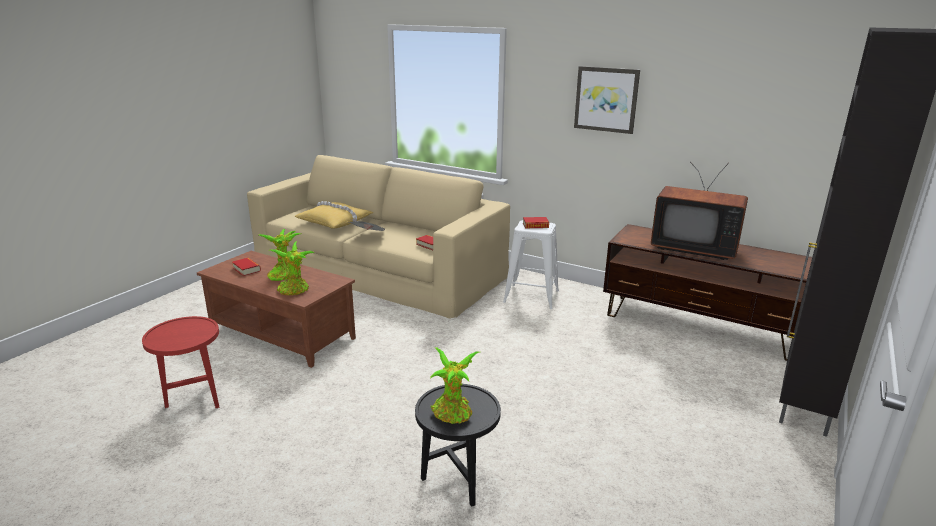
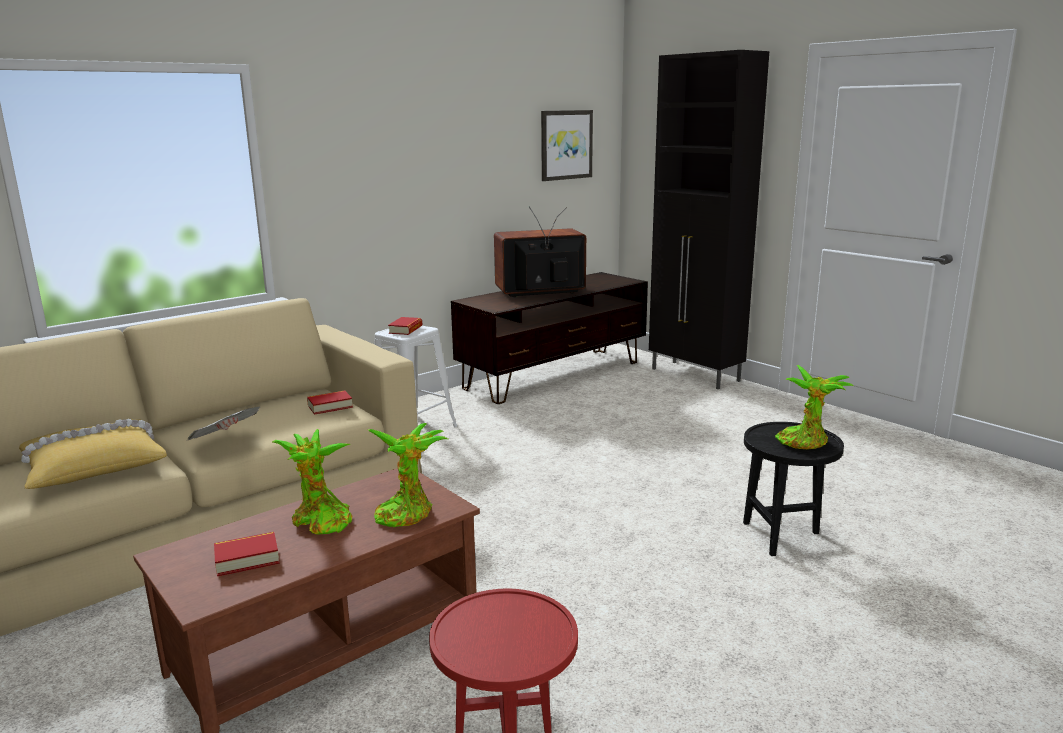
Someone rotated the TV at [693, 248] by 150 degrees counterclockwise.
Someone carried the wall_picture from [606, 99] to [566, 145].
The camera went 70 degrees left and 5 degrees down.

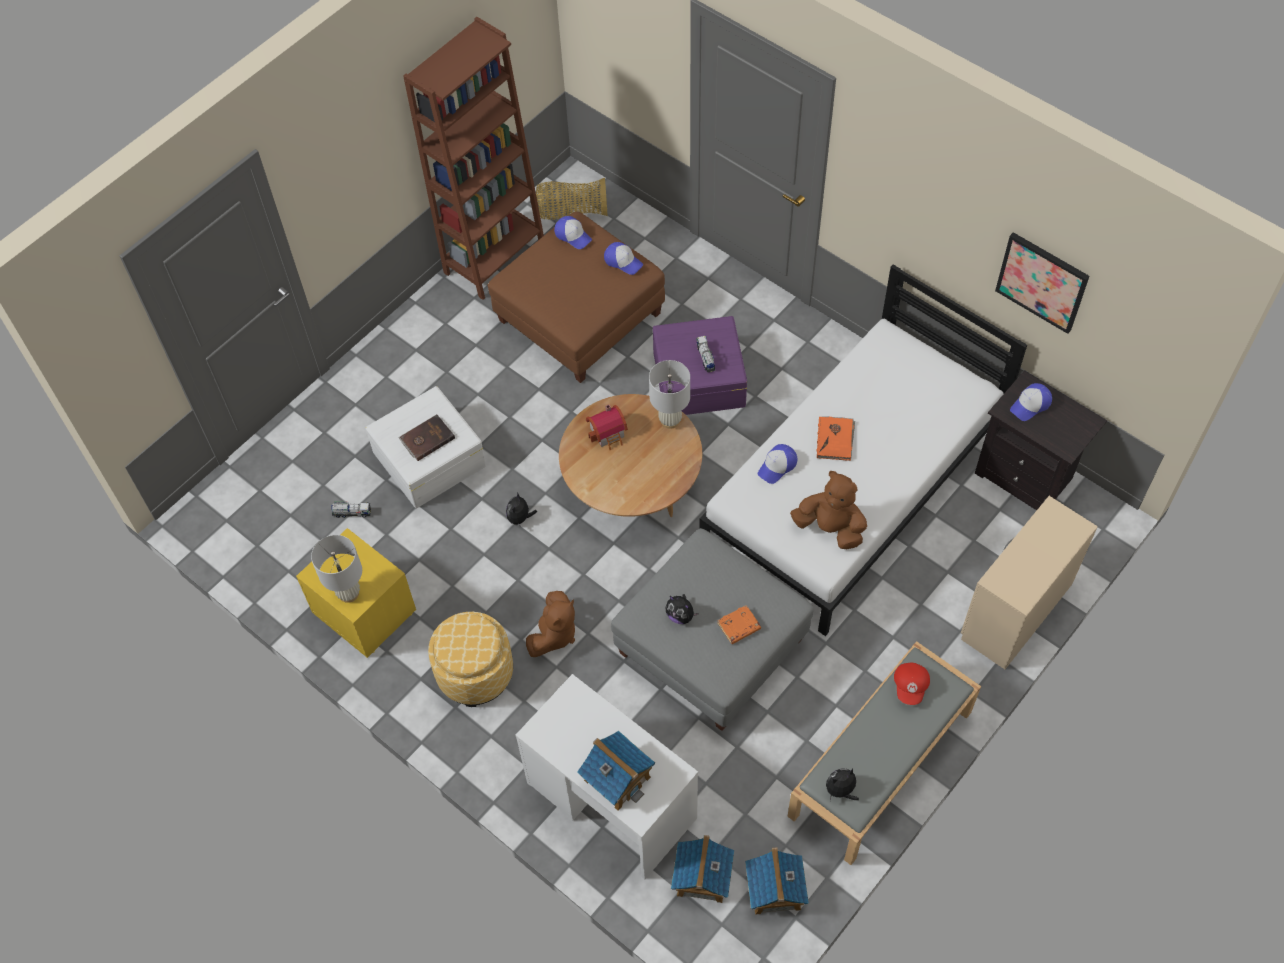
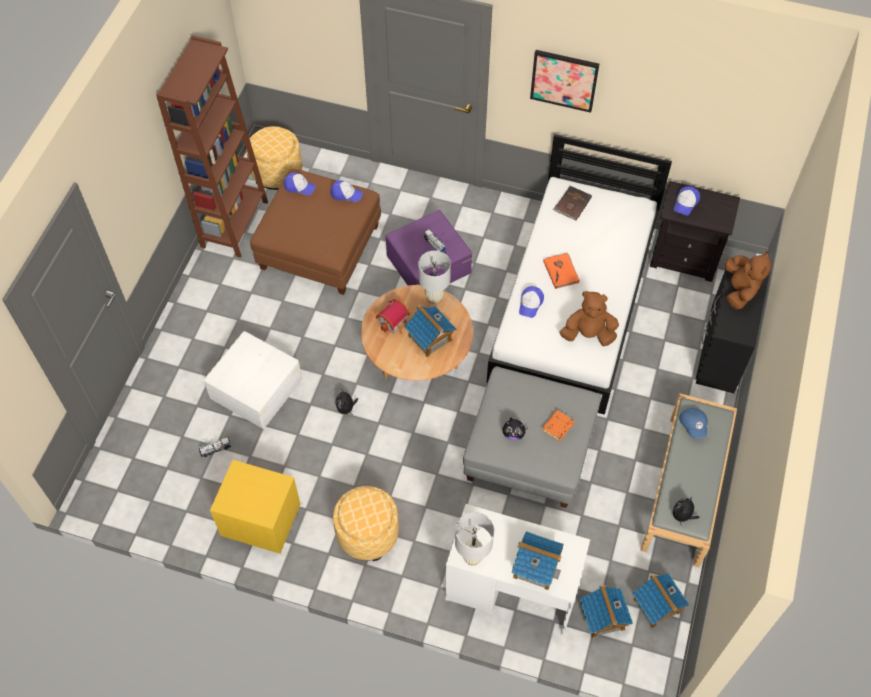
Someone swapped the basket at [572, 211] for the ottoman at [277, 172].
Someone put down the toy_house at [430, 338].
Someone carried the white_tabletop_lamp from [349, 593] to [472, 557].
Someone carried the wall_picture from [1042, 281] to [564, 80].
Someone carried the brown-coloured_book from [426, 438] to [572, 204].
Someone repainted the red_peaked_cap at [911, 686], which became the bluish_peaked_cap at [693, 425].
Someone repainted the beige-coloured_drawer_chest at [1014, 610], which became the black-coloured_drawer_chest at [721, 351].
Someone carried the brown-coloured_soft_toy from [554, 634] to [739, 290].
The camera went 25 degrees left and 0 degrees up.

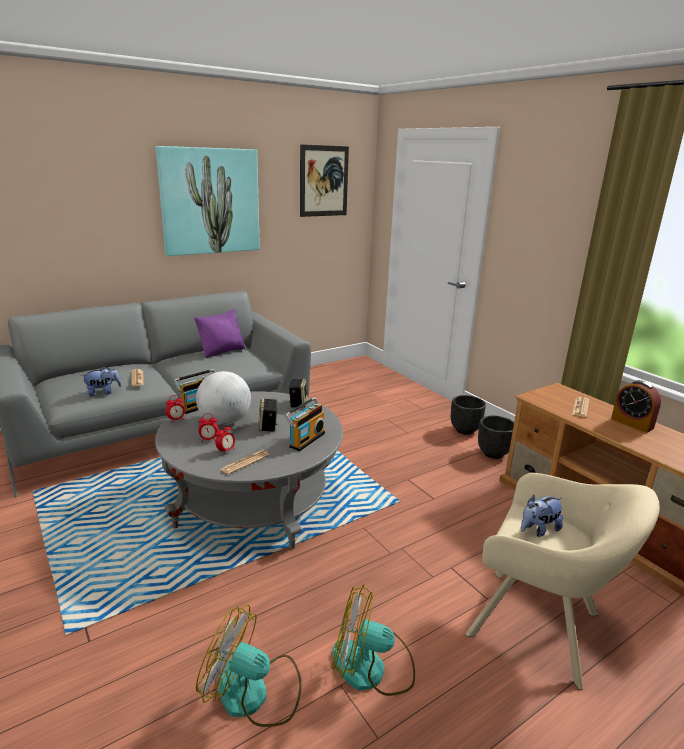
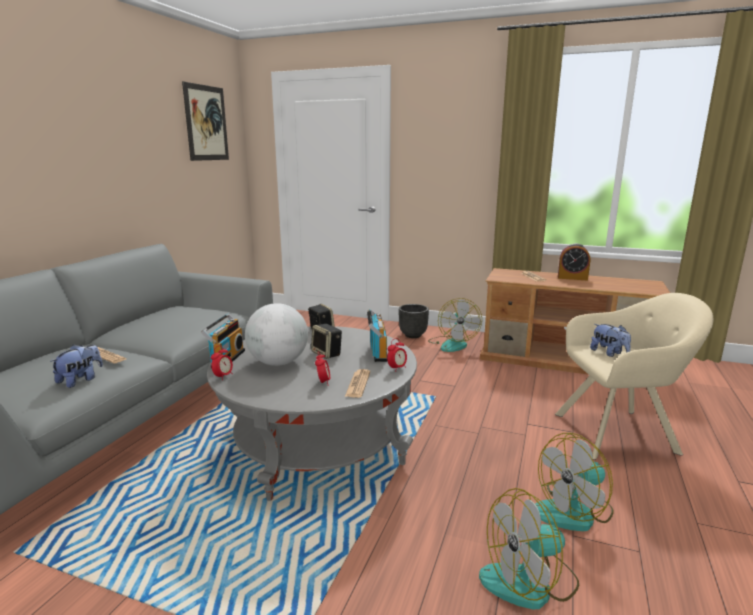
Someone carried the alarm_clock from [209, 440] to [397, 368].
Someone swapped the black-coloured_flower_pot at [493, 454] for the cooling_fan at [452, 344].
Someone rotated the soft_toy at [538, 529] by 60 degrees counterclockwise.
Someone took away the wall_picture at [210, 201].
Someone took away the purple_cushion at [222, 351].
The camera went 35 degrees left and 5 degrees down.

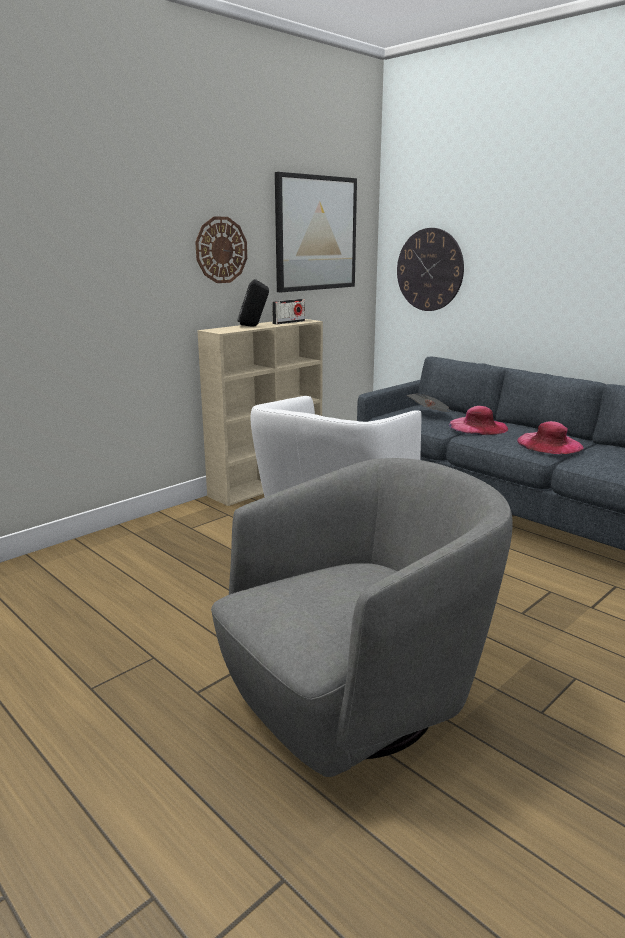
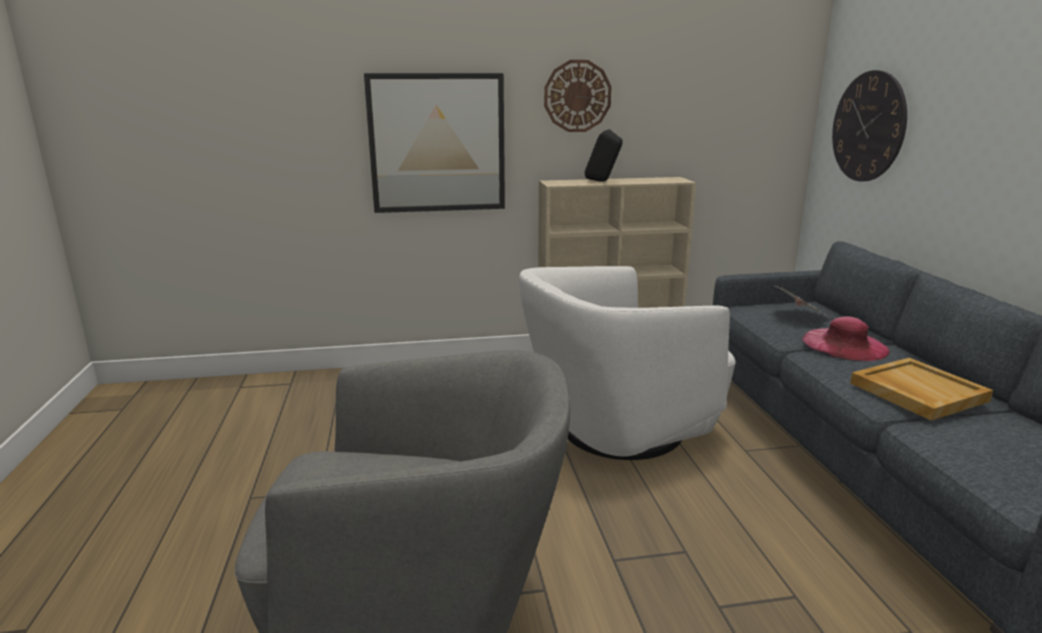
Someone carried the wall_picture from [315, 233] to [437, 143].
Someone swapped the pinkish_wearable_hat at [549, 444] for the beige-coloured_serving_tray at [916, 392].
Someone took away the radio_receiver at [288, 322].
The camera went 35 degrees right and 0 degrees up.

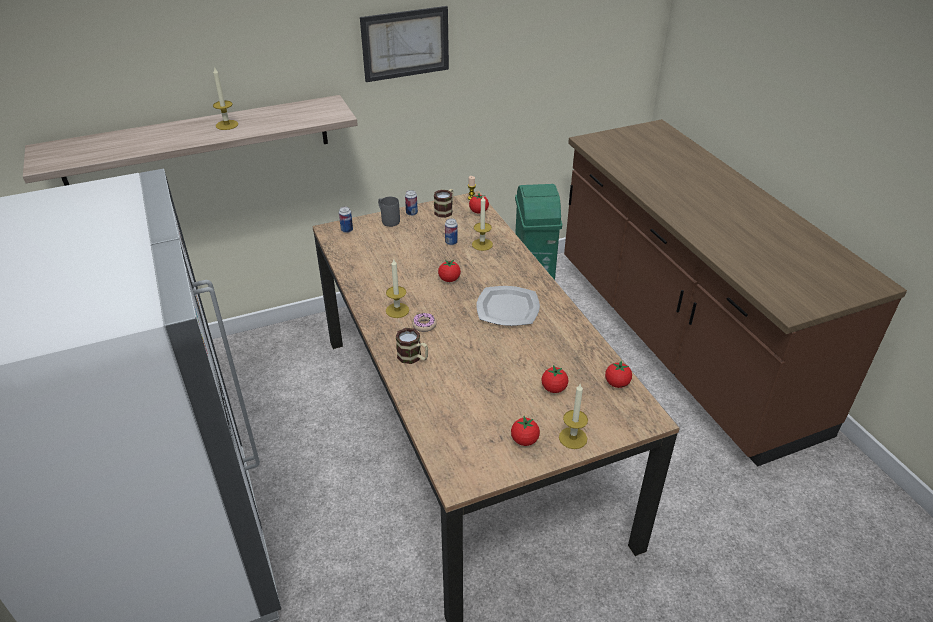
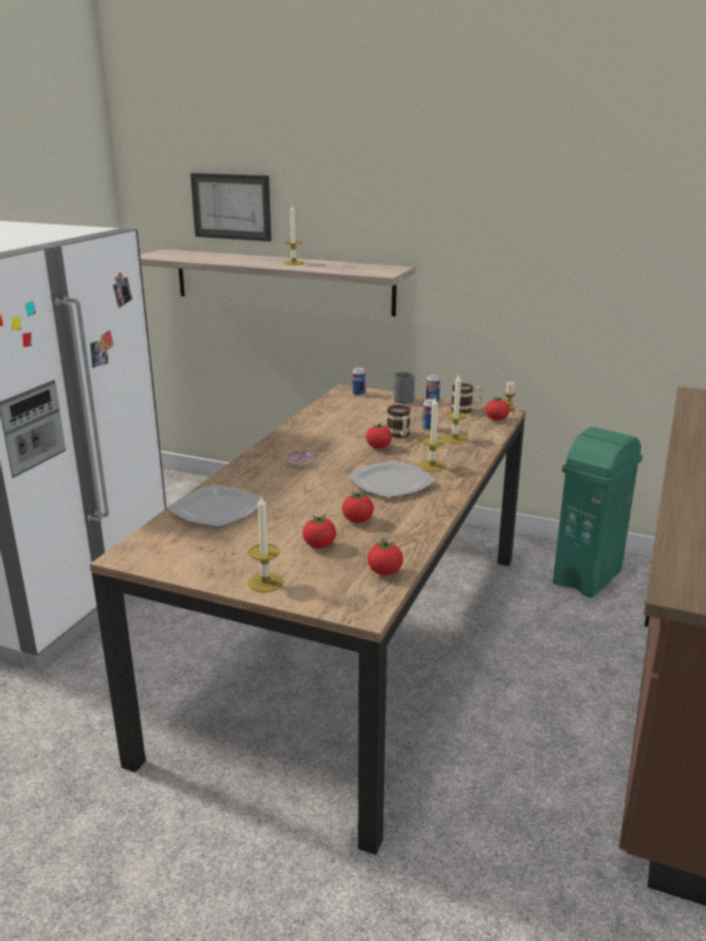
Someone put down the flat_dish at [217, 510].
Someone carried the wall_picture from [405, 43] to [231, 206].
Someone carried the tomato from [524, 440] to [357, 520].
Someone carried the tea_mug from [413, 358] to [399, 435].
Someone carried the wax_light from [397, 310] to [432, 466].
The camera went 45 degrees right and 15 degrees down.

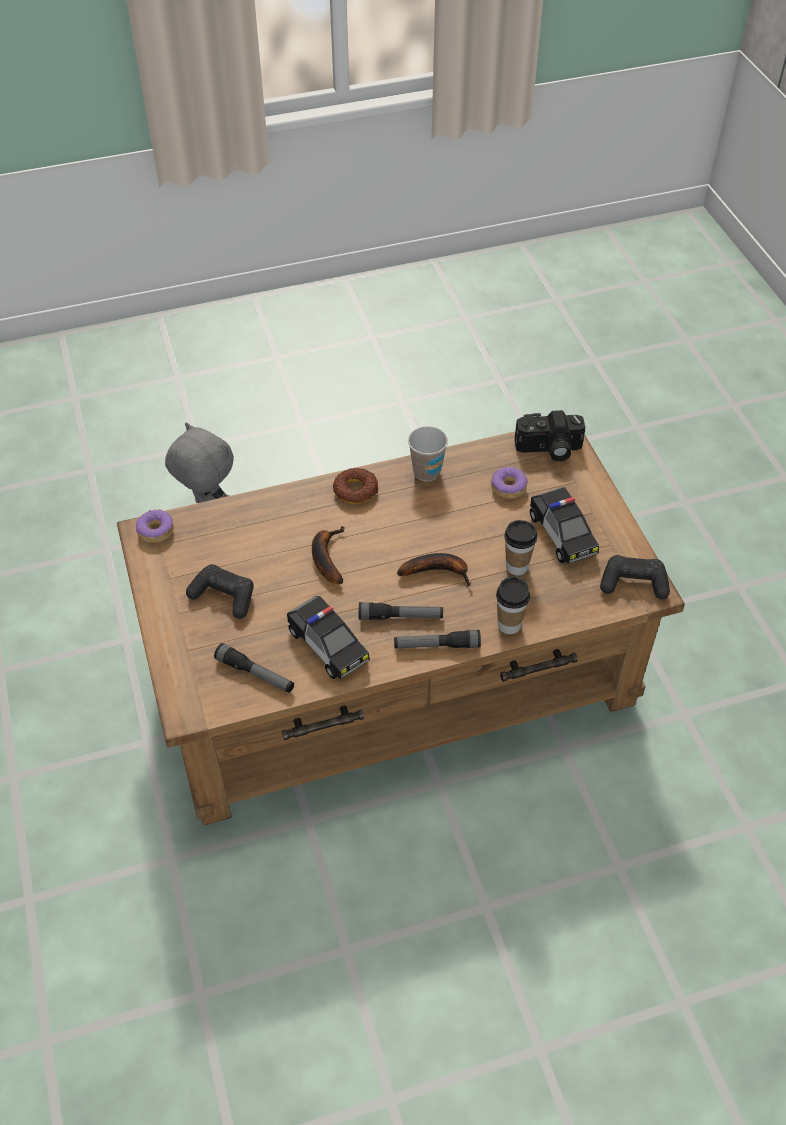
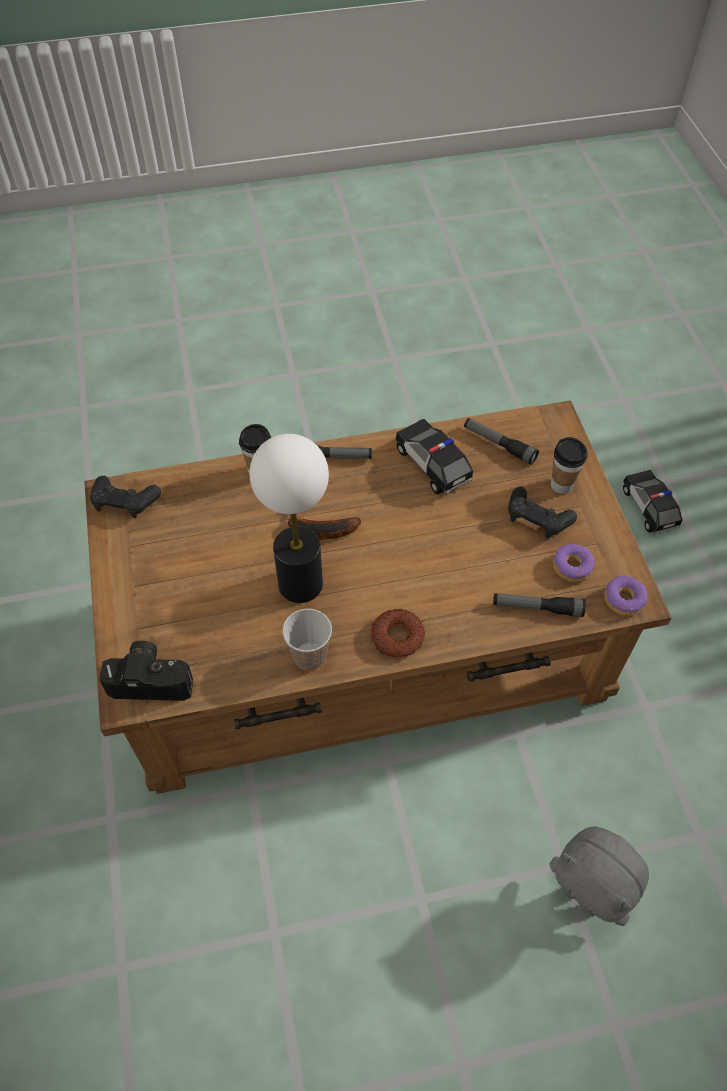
Someone put down the tabletop_lamp at [300, 584].
Someone carried the hand_torch from [400, 616] to [537, 608].
Someone carried the cup from [517, 567] to [561, 485].
Someone carried the doughnut from [508, 488] to [572, 567].
Someone carried the model_car from [562, 534] to [649, 508].
Someone took away the whole_banana at [326, 557].
The camera went 175 degrees left and 5 degrees up.

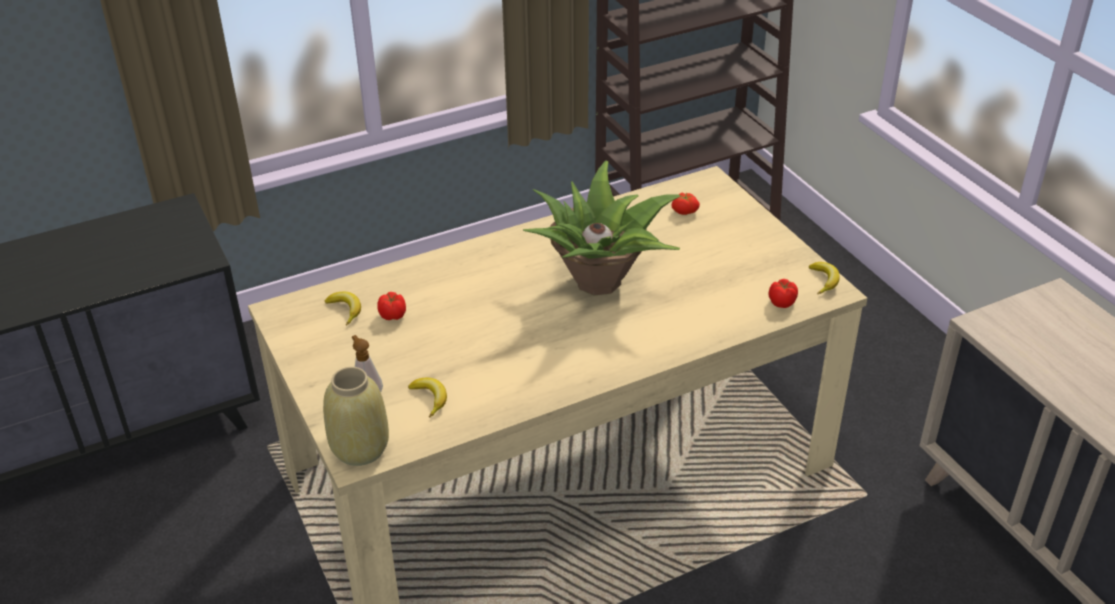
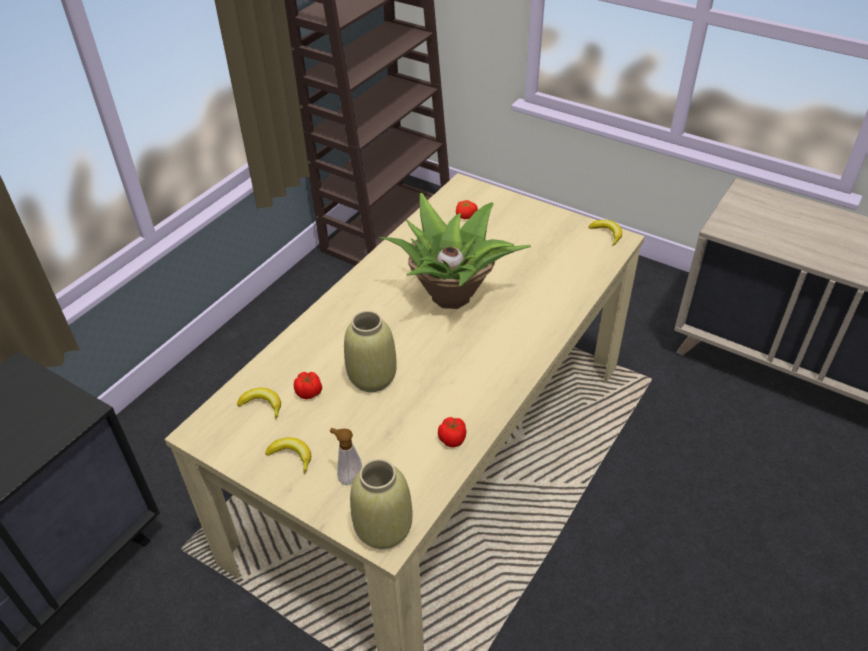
Someone carried the whole_banana from [430, 398] to [292, 456].
Someone put down the beige-coloured_decorative_vase at [372, 378].
Someone carried the tomato from [782, 302] to [453, 439].
The camera went 30 degrees left and 5 degrees up.

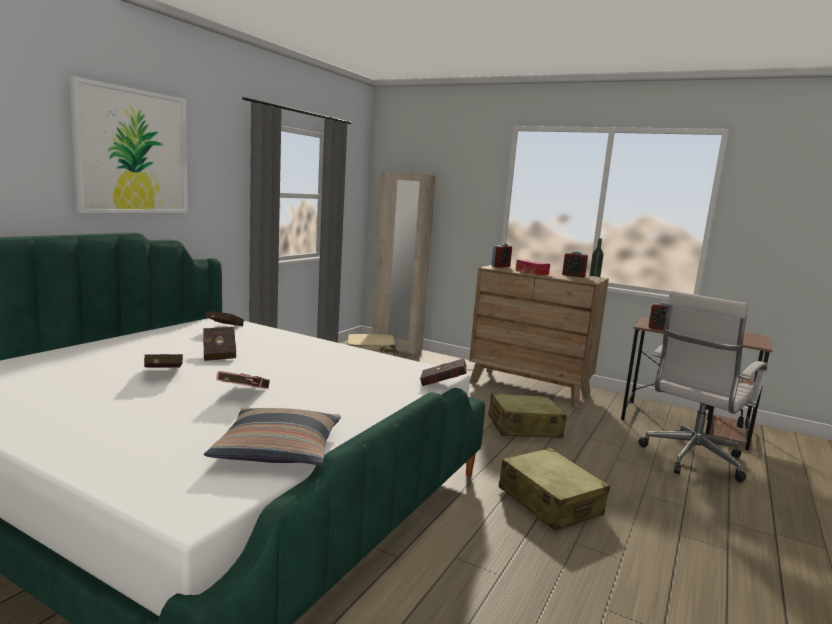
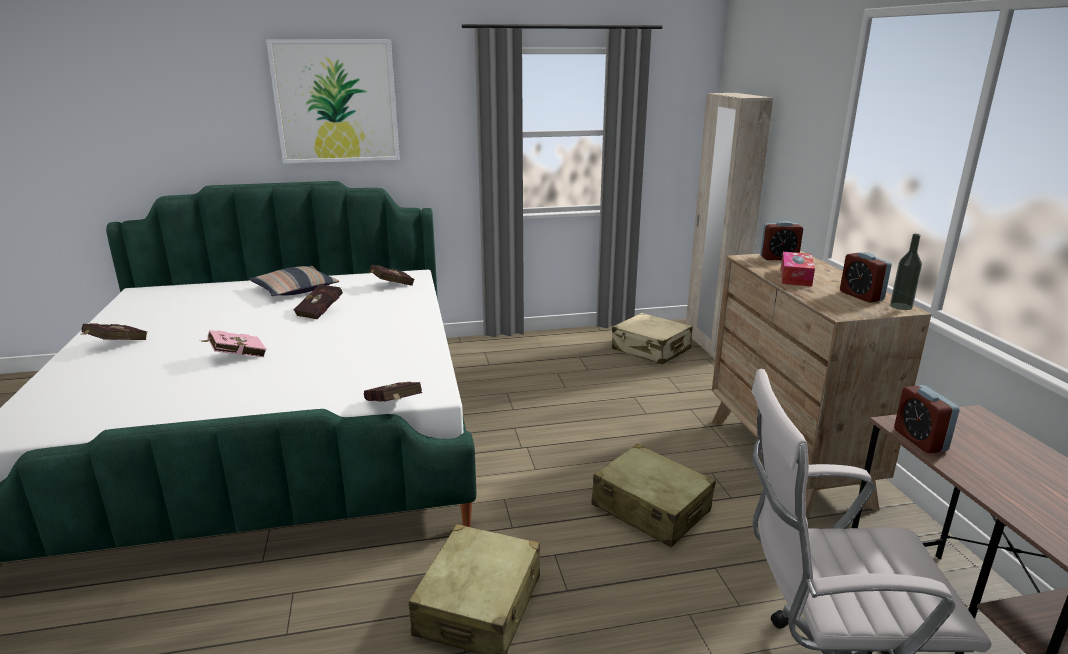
Someone carried the red_book from [162, 375] to [115, 345].
Someone carried the cushion from [278, 450] to [295, 290].
The camera went 50 degrees right and 10 degrees up.

